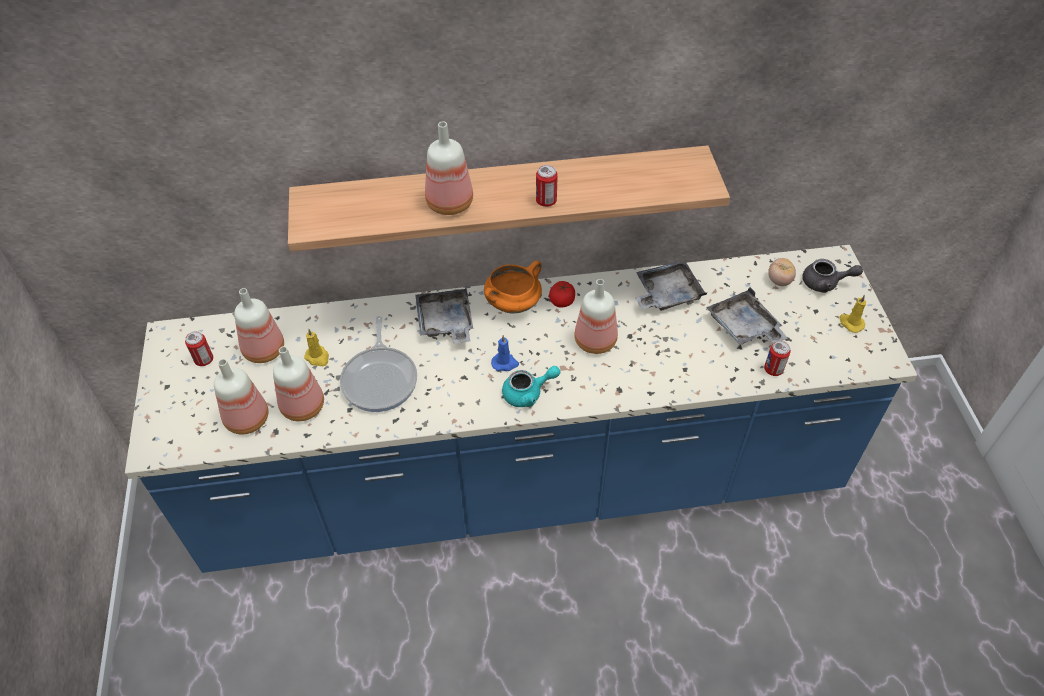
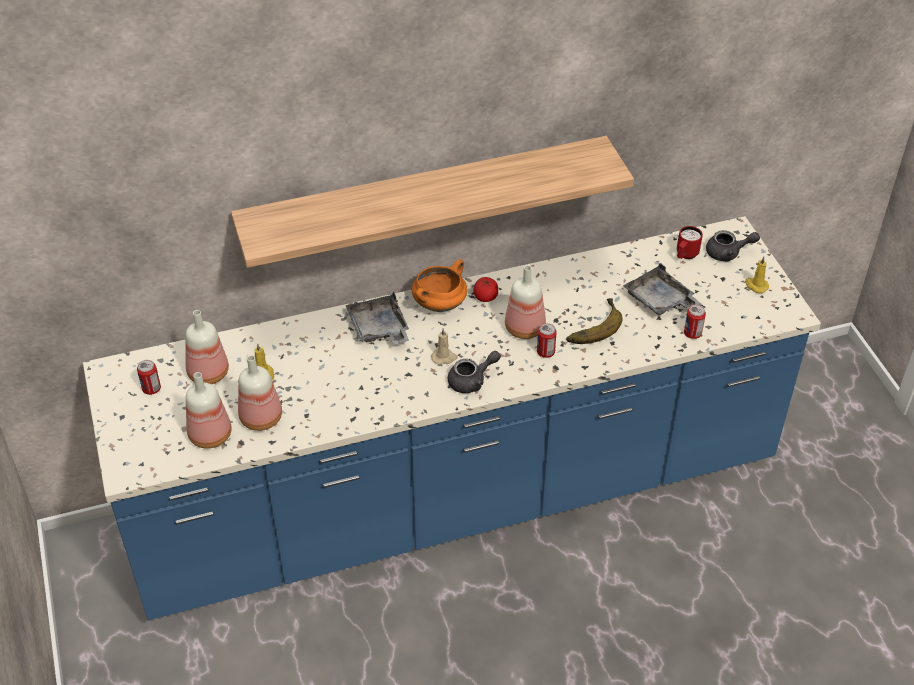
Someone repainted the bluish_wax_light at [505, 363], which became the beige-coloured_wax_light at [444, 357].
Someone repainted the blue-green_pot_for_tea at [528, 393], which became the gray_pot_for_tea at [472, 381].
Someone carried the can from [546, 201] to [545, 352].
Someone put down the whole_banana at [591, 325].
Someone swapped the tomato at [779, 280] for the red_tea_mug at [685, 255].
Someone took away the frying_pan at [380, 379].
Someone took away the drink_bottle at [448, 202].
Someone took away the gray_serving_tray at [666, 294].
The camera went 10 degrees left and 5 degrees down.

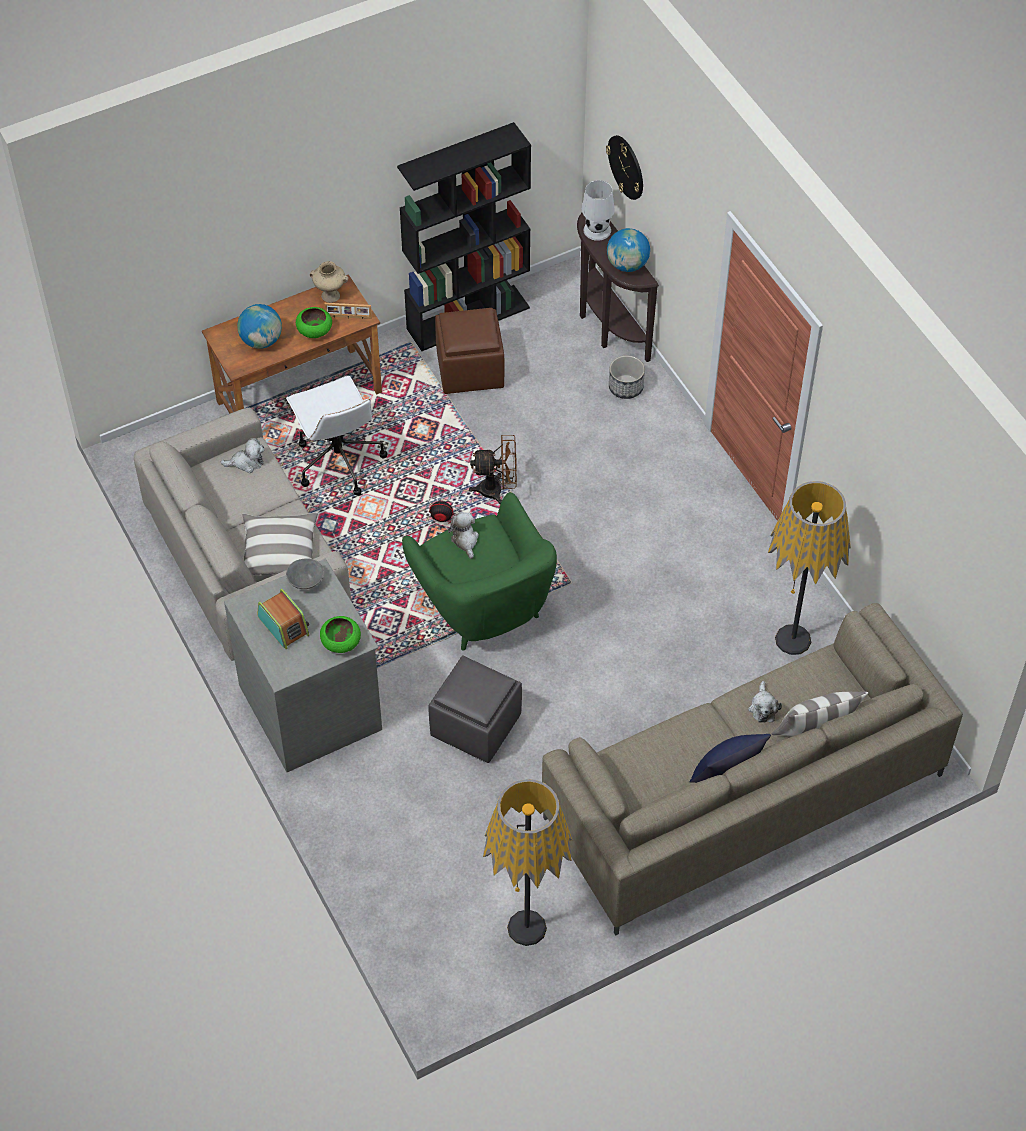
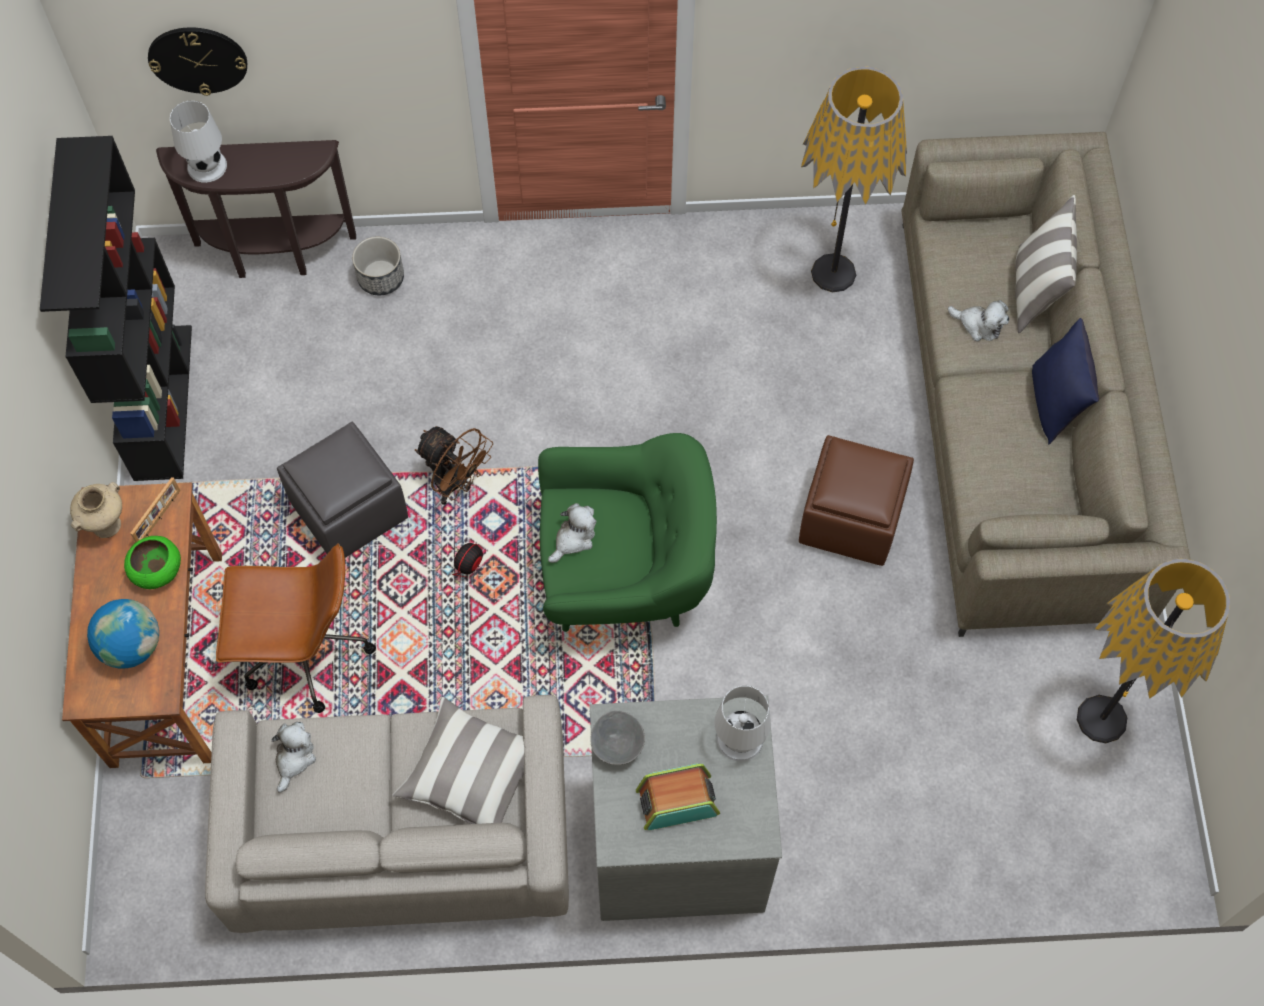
Someone repainted the white_desk_chair at [338, 461], which became the brown-coloured_desk_chair at [303, 652].
Someone carried the gray_ottoman from [474, 725] to [349, 511].
Someone rotated the brown-coloured_cooling_fan at [497, 490] by 105 degrees clockwise.
Someone rotated the soft_toy at [465, 540] by 120 degrees clockwise.
Someone swapped the green_bowl at [341, 643] for the white_tabletop_lamp at [740, 739].
Someone carried the brown-coloured_ottoman from [470, 369] to [850, 517].
Someone took away the world_globe at [627, 265].
The camera went 65 degrees left and 10 degrees up.

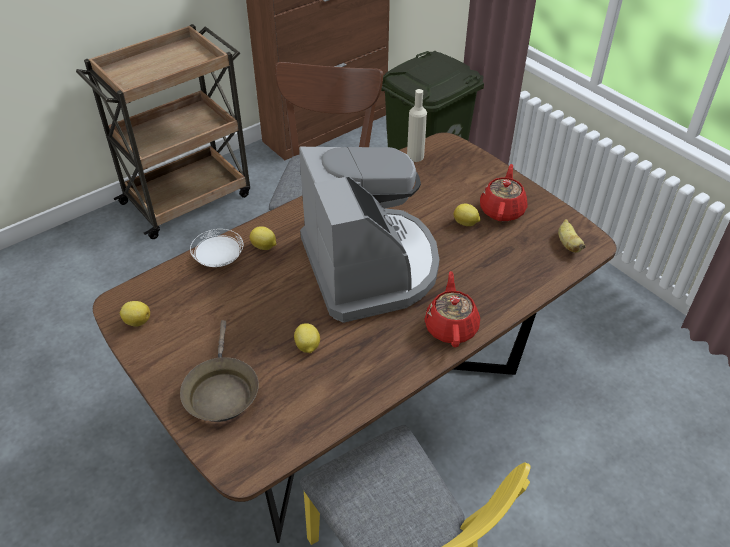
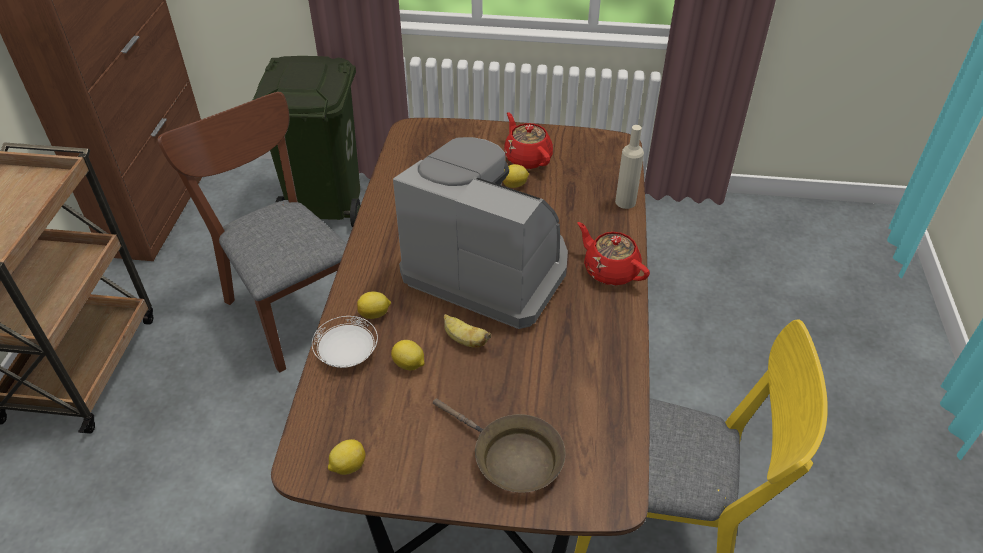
Someone carried the lemon from [307, 347] to [409, 365].
Someone carried the whole_banana from [568, 244] to [464, 340].
Someone carried the beige-coloured_drink_bottle from [415, 156] to [625, 202].
The camera went 45 degrees left and 0 degrees up.

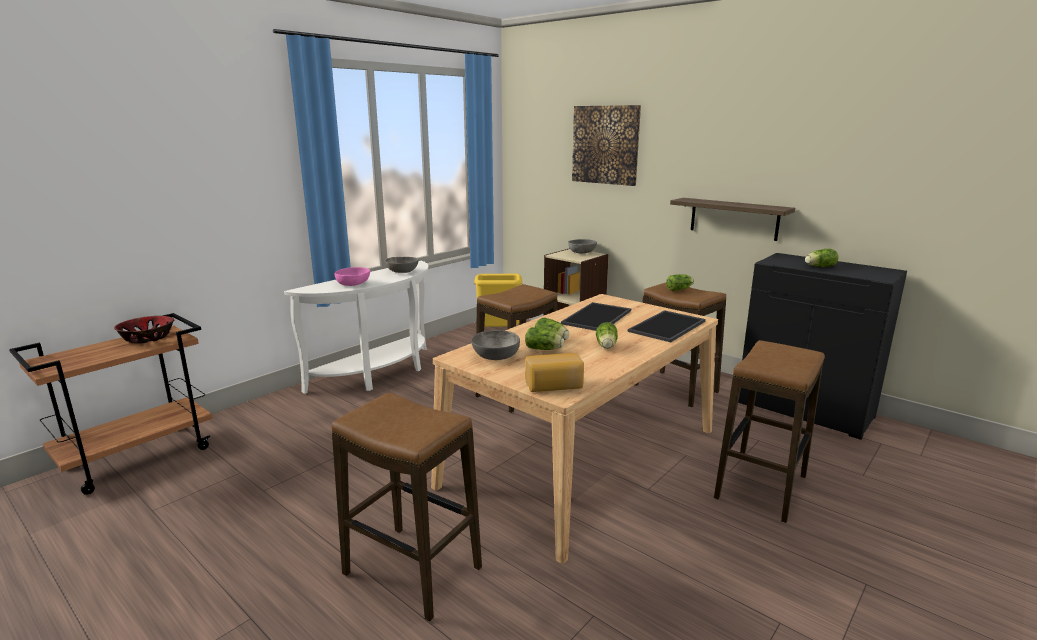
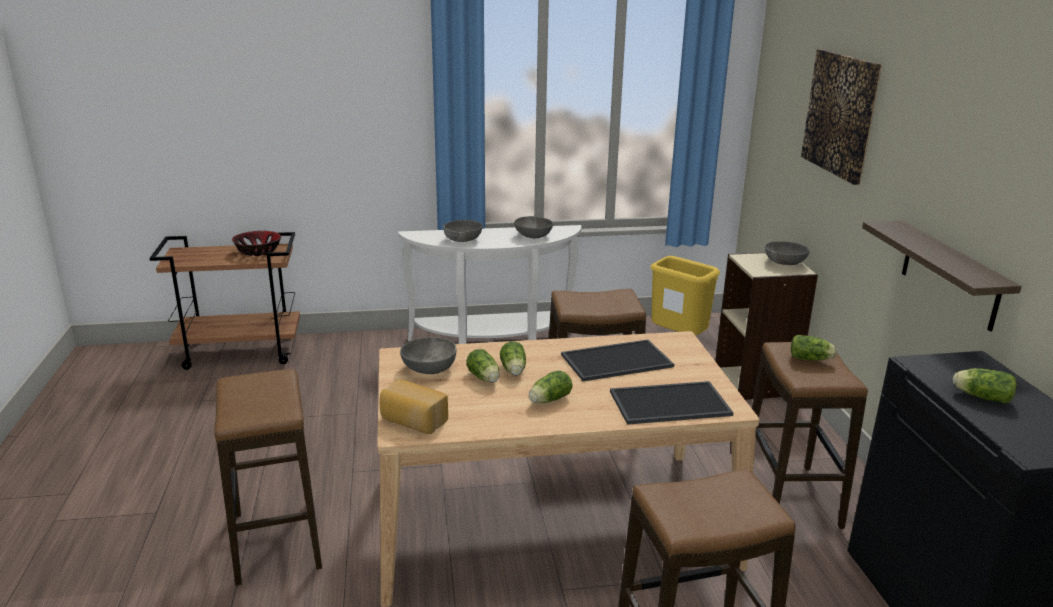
Someone repainted the pinkish_bowl at [353, 284], which became the gray_bowl at [463, 240].
The camera went 40 degrees right and 5 degrees up.

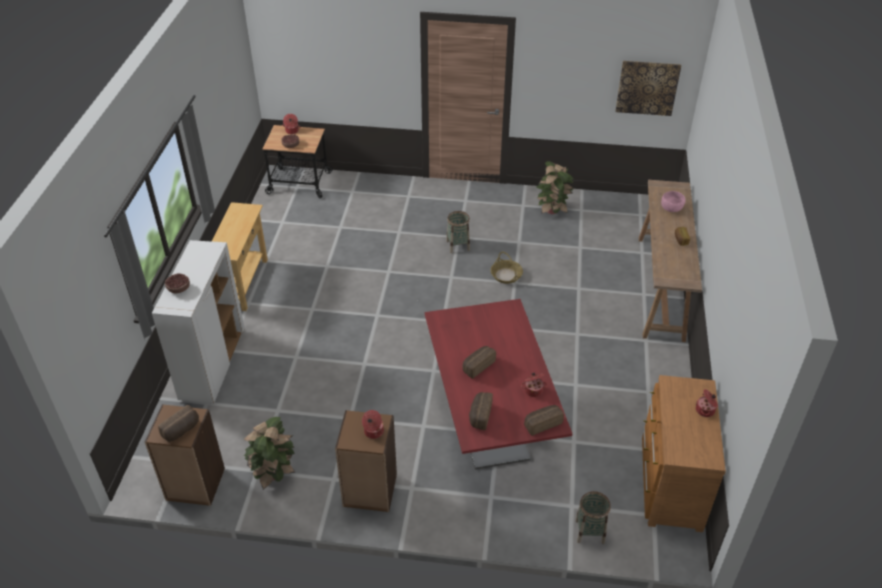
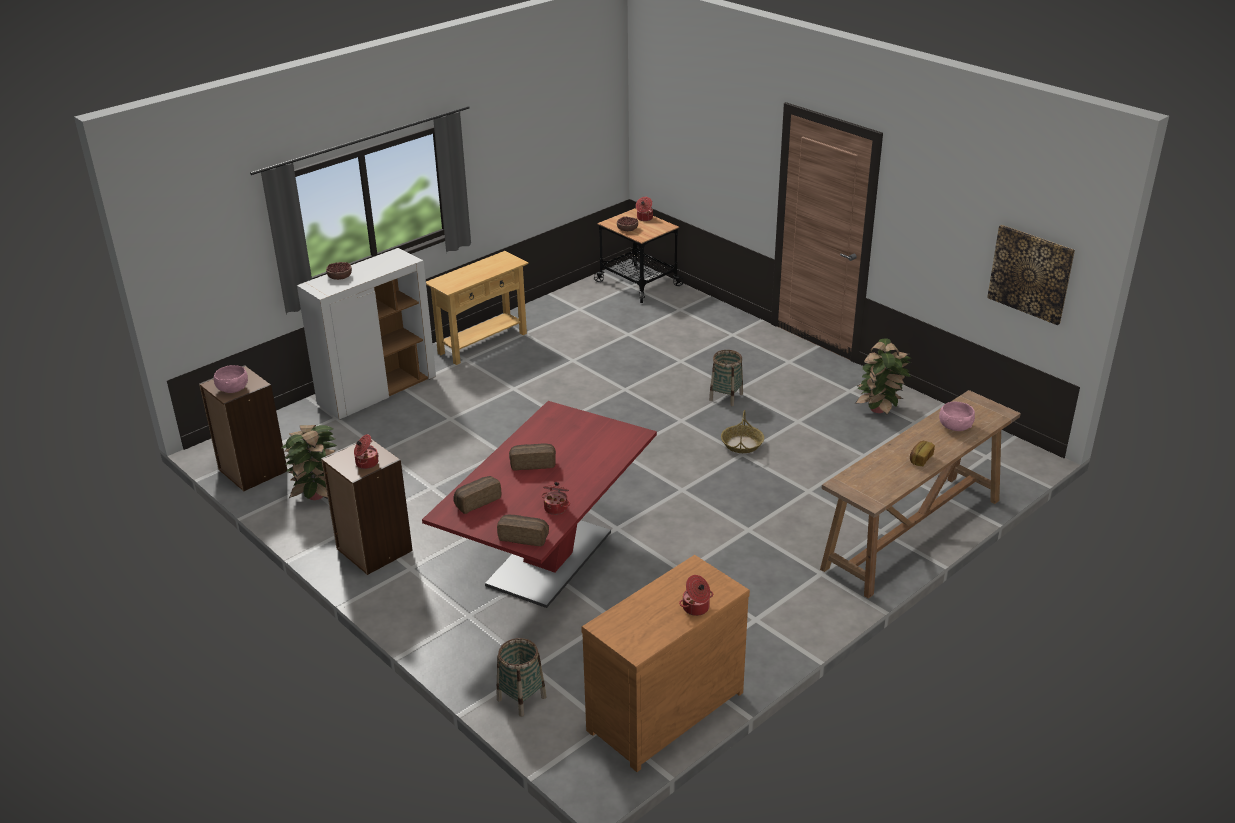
Someone swapped the bakery_bread at [182, 430] for the pinkish_bowl at [232, 389].
The camera went 40 degrees right and 10 degrees down.

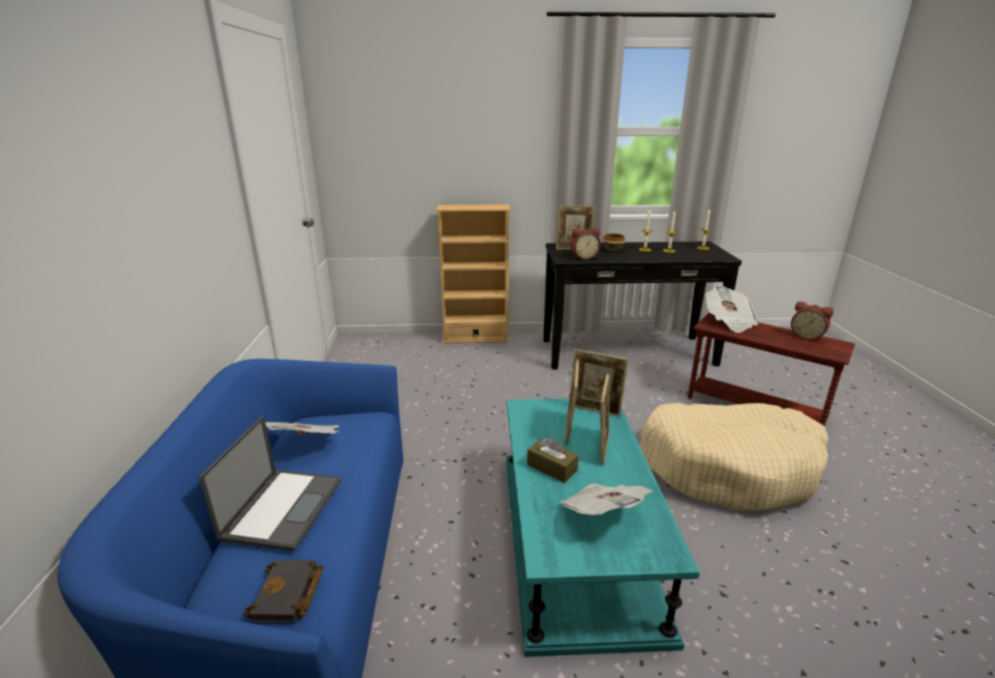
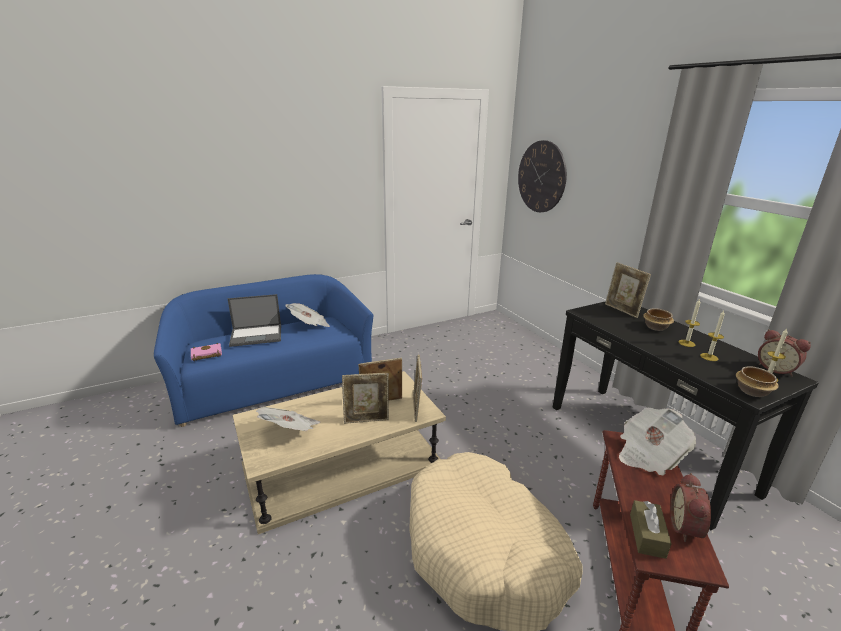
Someone repainted the black-coloured_book at [288, 596], which became the pinkish_book at [206, 355].
Someone repainted the blue-green_lounge_table at [575, 535], which became the beige-coloured_lounge_table at [343, 465].
Someone put up the wall_clock at [541, 177].
Someone carried the brown-coloured_box_of_tissues from [552, 468] to [647, 535].
Someone put down the bowl at [752, 391].
Someone carried the alarm_clock from [583, 257] to [776, 369].
Someone took away the beige-coloured_shelving_unit at [475, 338].
The camera went 65 degrees right and 0 degrees up.

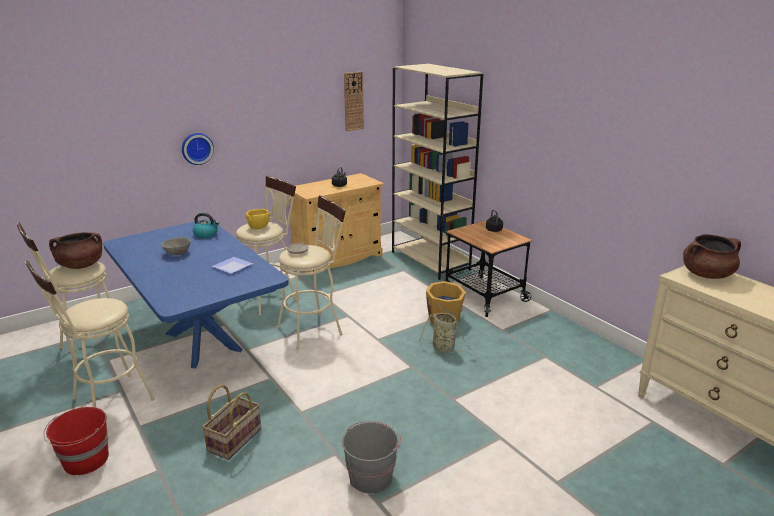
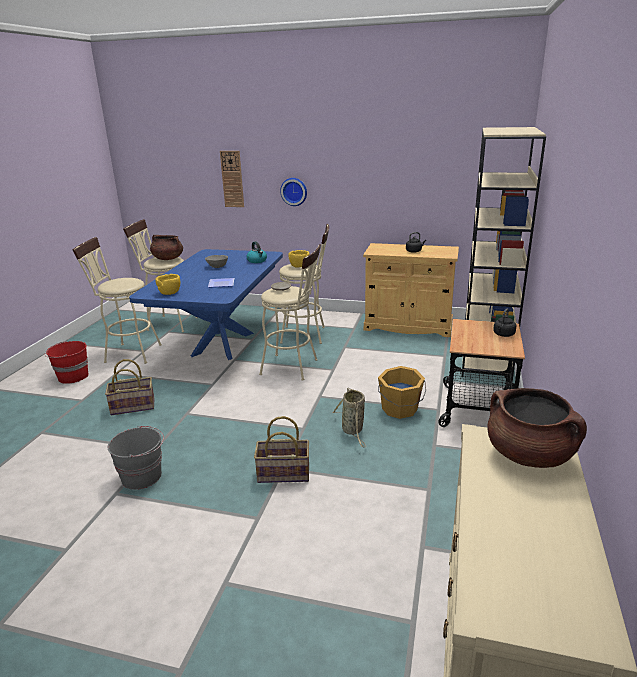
Someone put down the yellowish_bowl at [170, 292].
Someone carried the wall_clock from [353, 101] to [232, 179].
Someone put down the basket at [283, 474].
The camera went 50 degrees right and 0 degrees up.

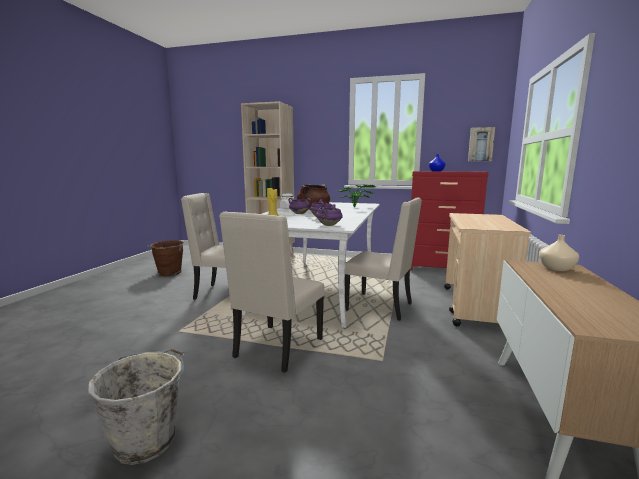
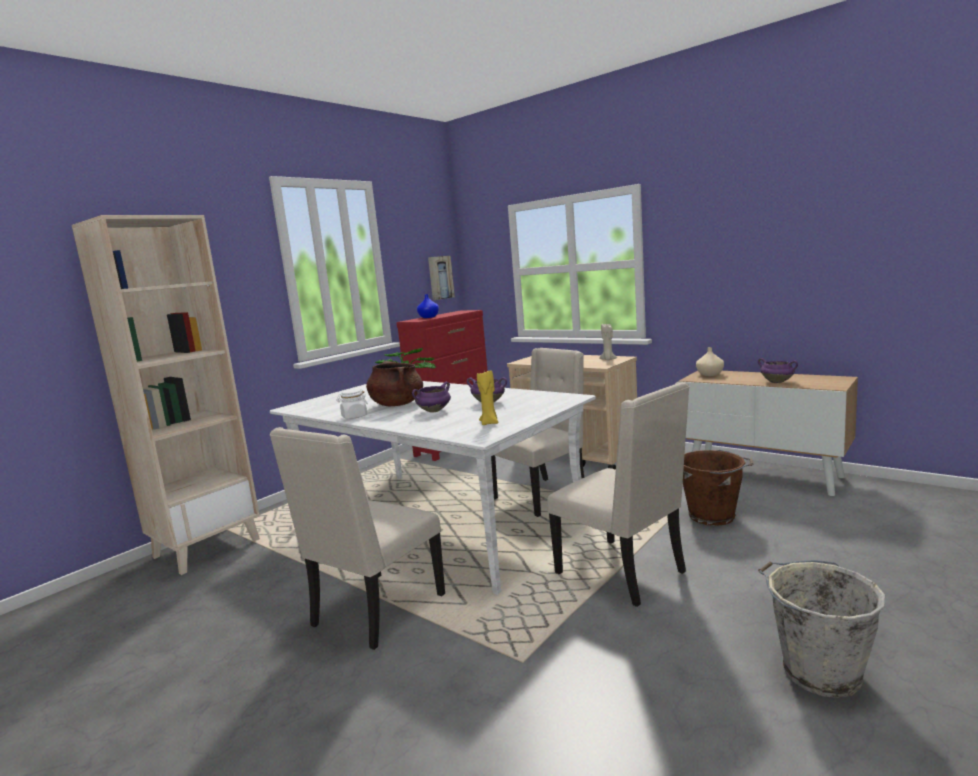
Someone put down the beige-coloured_wax_light at [608, 359].
Someone carried the brown-coloured_pail from [169, 273] to [713, 516].
Someone carried the purple_saucepot from [329, 225] to [777, 382].
The camera went 65 degrees left and 0 degrees up.

